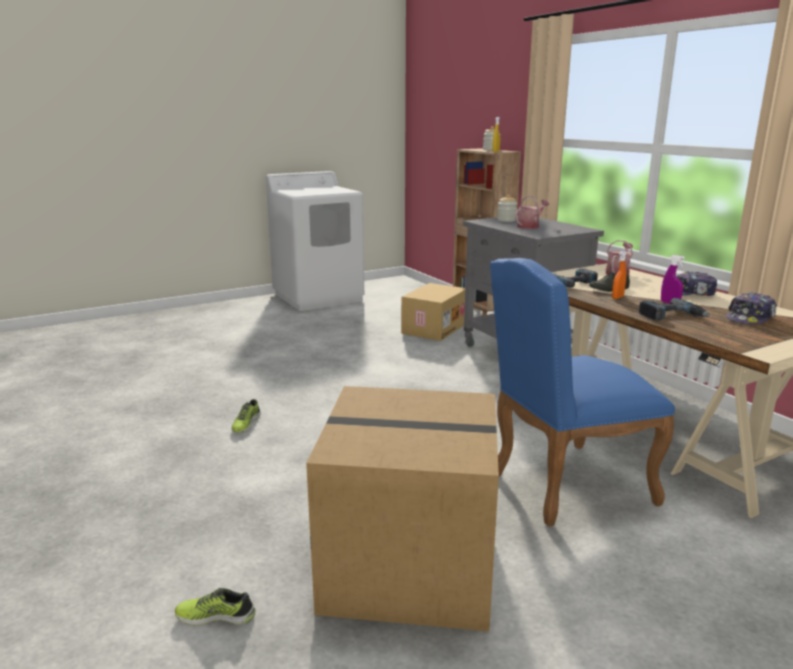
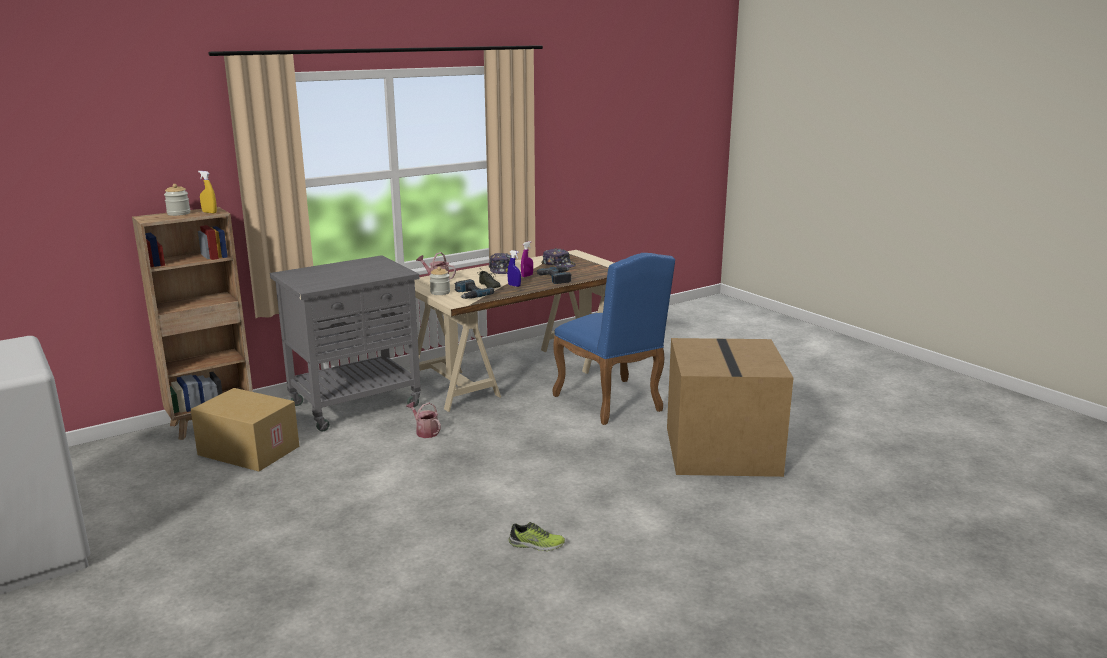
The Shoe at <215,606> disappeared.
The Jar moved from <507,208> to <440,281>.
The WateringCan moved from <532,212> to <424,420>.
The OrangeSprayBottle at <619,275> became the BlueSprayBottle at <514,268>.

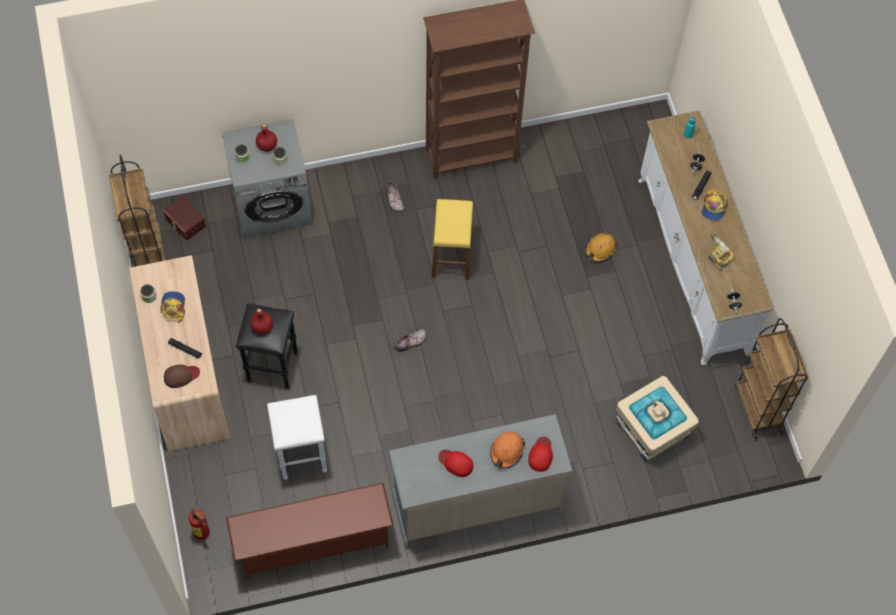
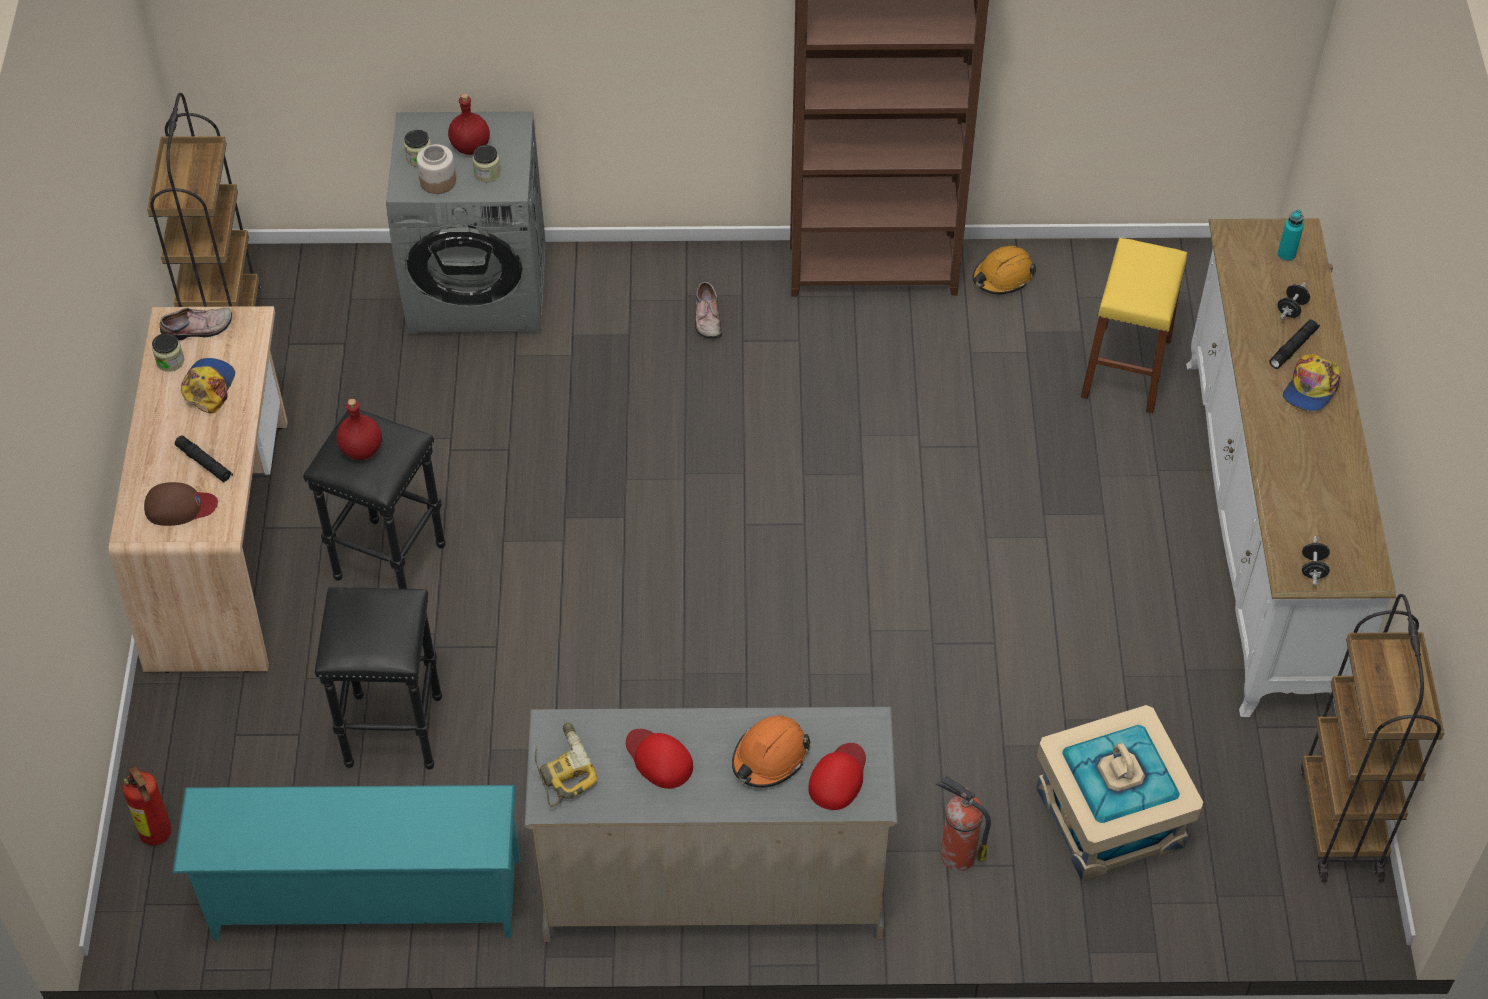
The BrownStorageBox at <184,218> disappeared.
The BrownShoeRack at <310,531> became the TurquoiseShoeRack at <346,862>.
The WhiteStool at <297,437> became the BlackStool at <378,678>.
The Shoe moved from <410,340> to <195,324>.
The YellowStool moved from <452,239> to <1134,325>.
The OrangeHardHat moved from <601,247> to <1004,270>.
The PowerDrill moved from <718,252> to <566,764>.
The Jar at <436,169> appeared.
The FireExtinguisher at <963,823> appeared.

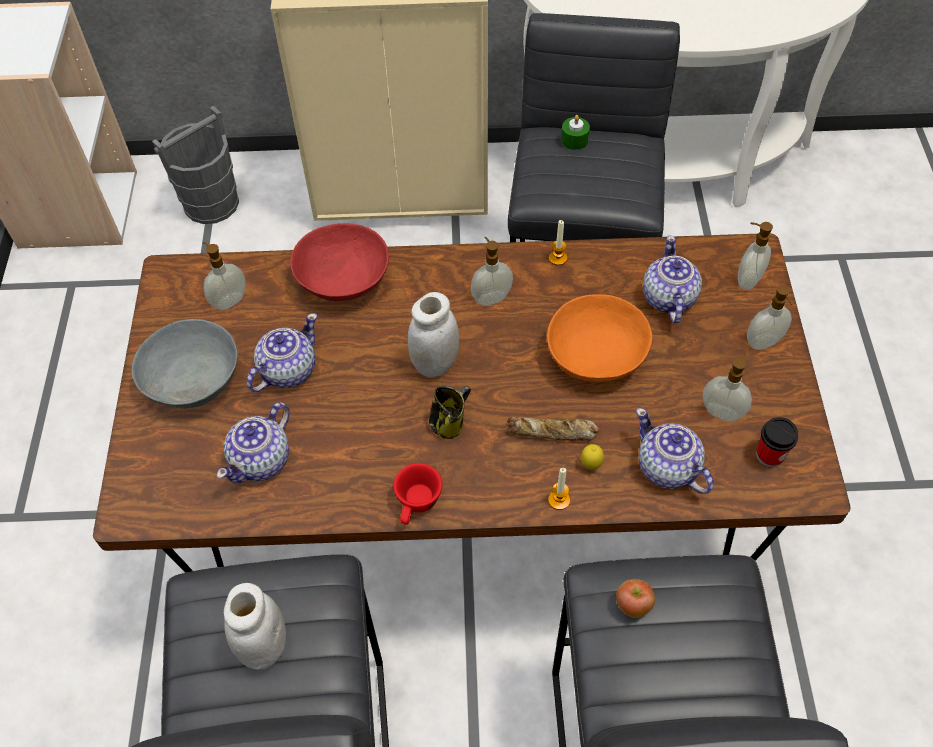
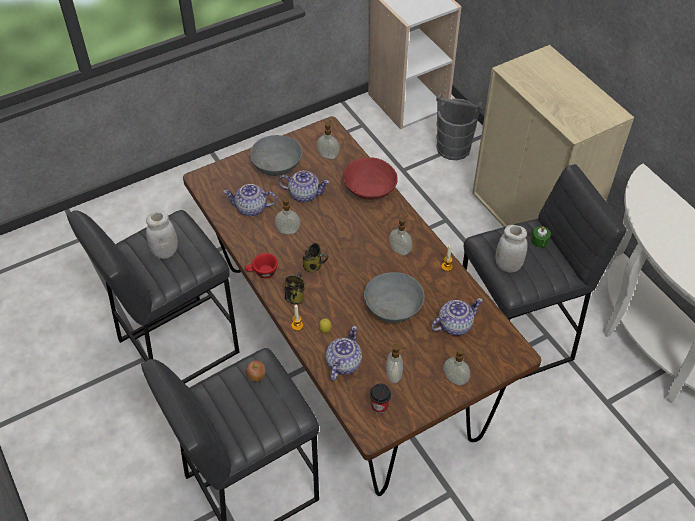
The WhiteJar moved from <433,335> to <512,249>.
The Bread at <553,429> disappeared.
The OrangeBowl at <599,338> became the GreyBowl at <394,297>.
The SoapDispenser moved from <755,256> to <287,214>.
The Mug at <295,288> appeared.

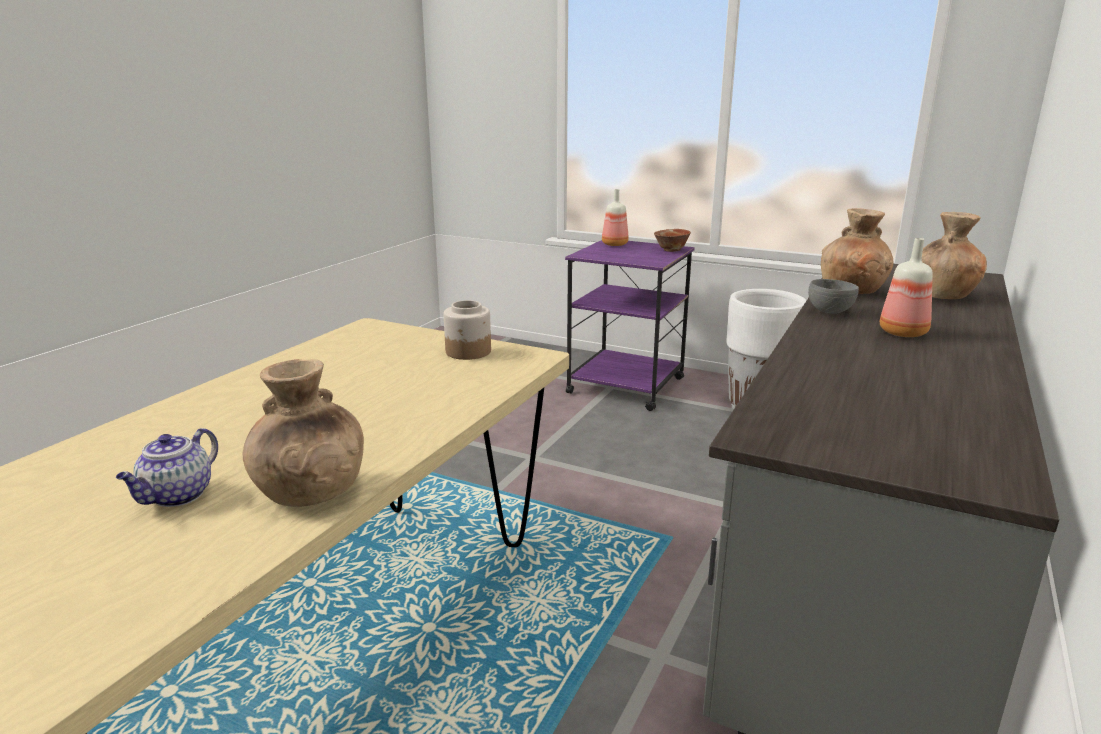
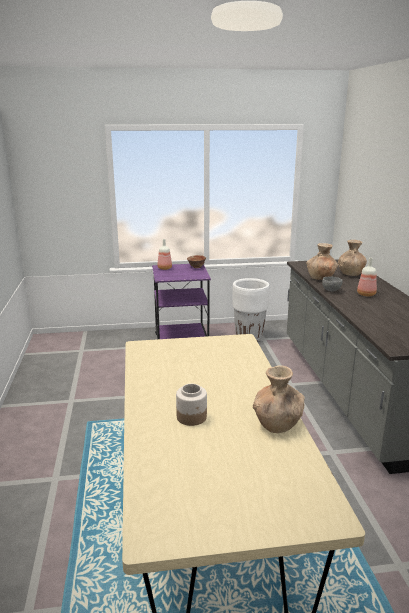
The Teapot at <167,467> disappeared.
The Jar moved from <467,330> to <191,405>.

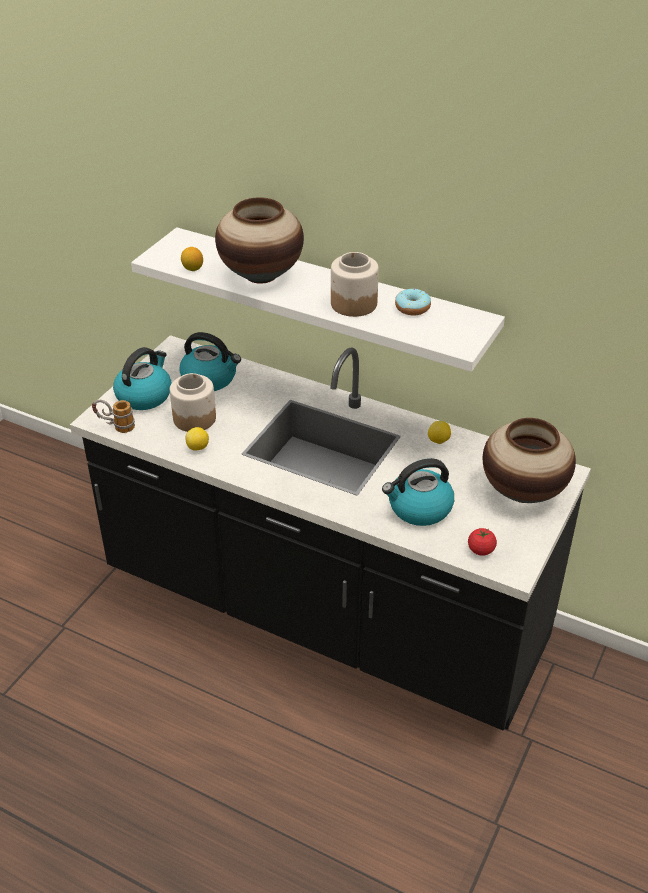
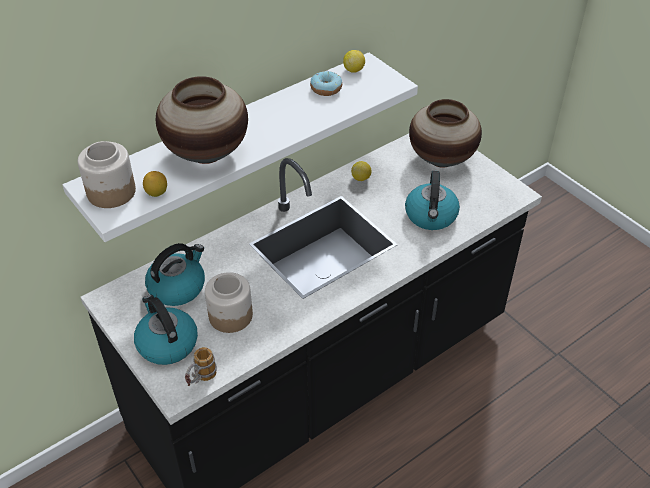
The Lemon moved from <197,439> to <354,61>.
The Jar moved from <355,284> to <107,174>.
The Tomato at <482,542> disappeared.

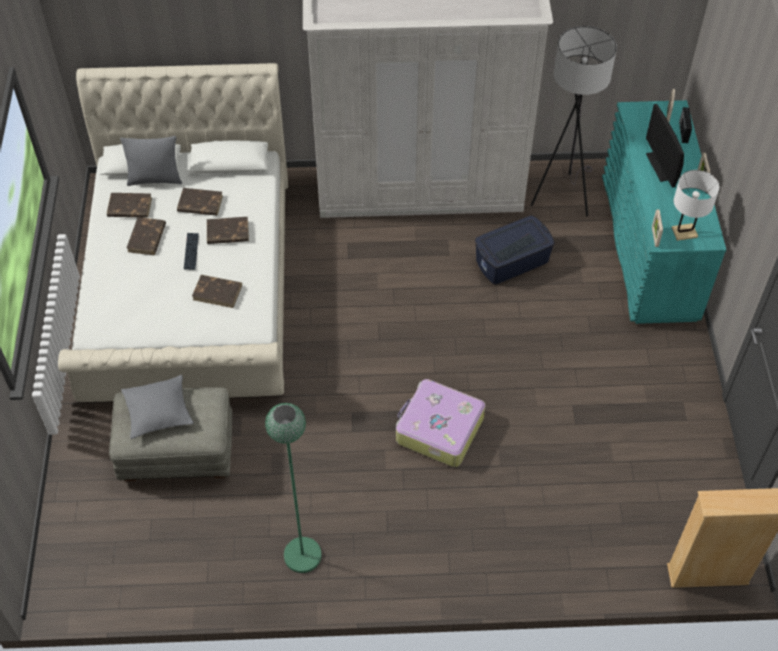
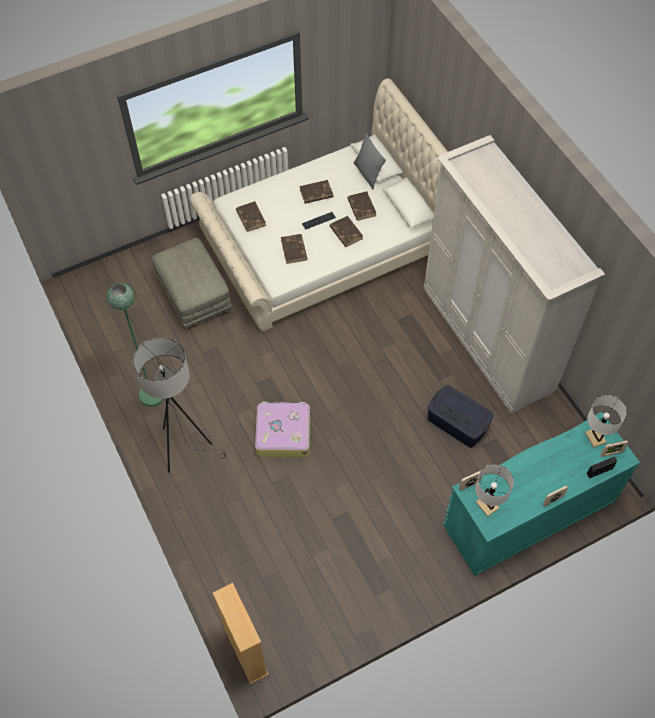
The BrownBook moved from <129,205> to <251,216>.
The GreyPillow at <157,407> disappeared.
The GreyFloorLamp moved from <574,121> to <180,405>.
The Monitor at <665,146> disappeared.
The WhiteTableLamp at <606,421> appeared.

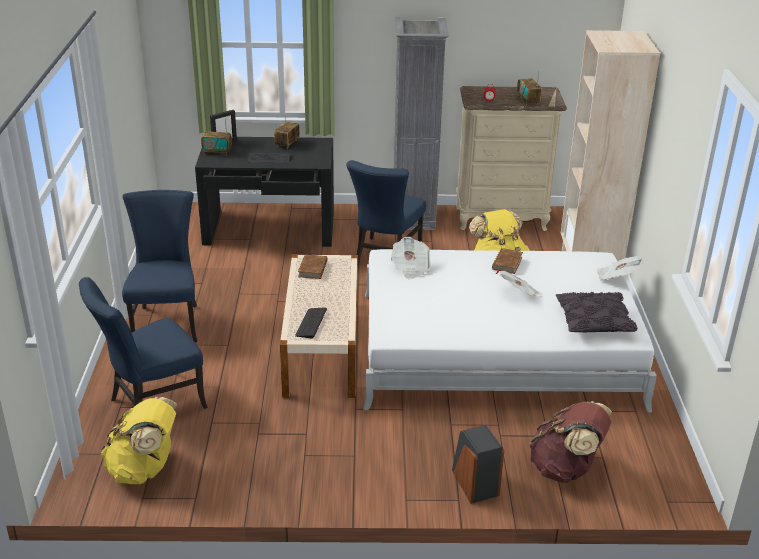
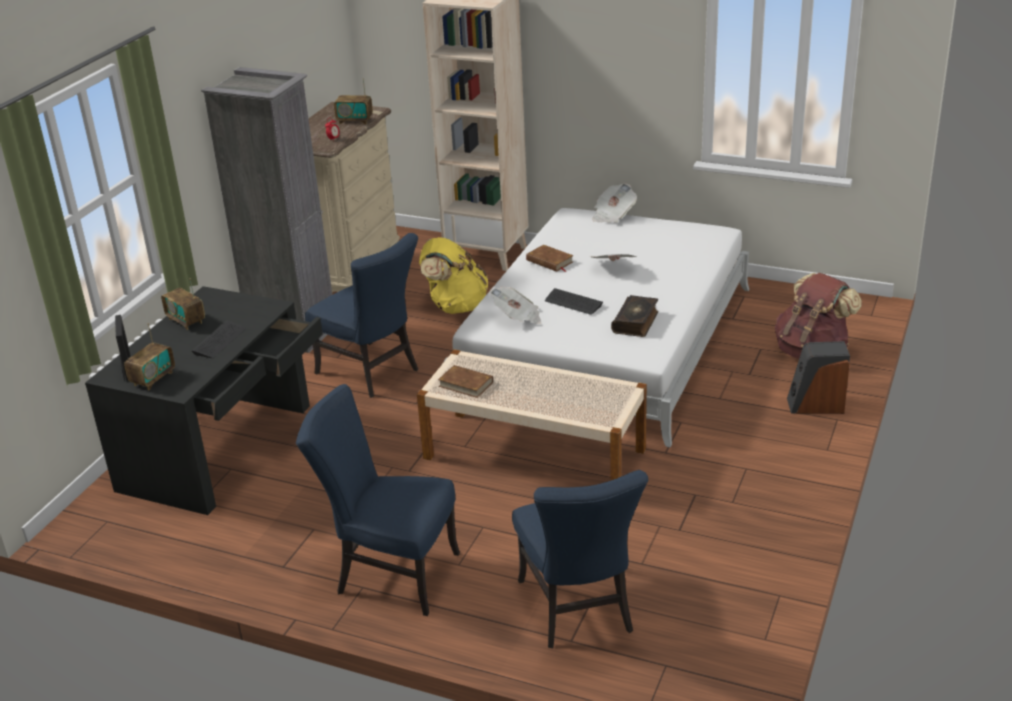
The YellowBackpack at <138,440> disappeared.
The Keyboard moved from <311,323> to <574,301>.
The BlackPillow at <597,312> disappeared.
The Book at <634,316> appeared.

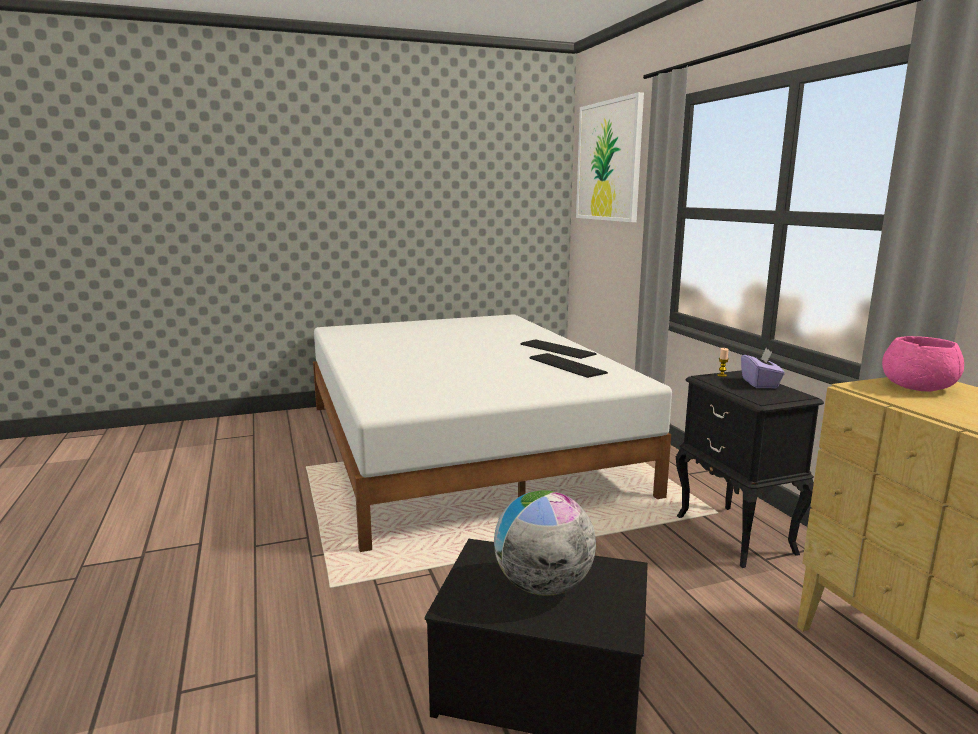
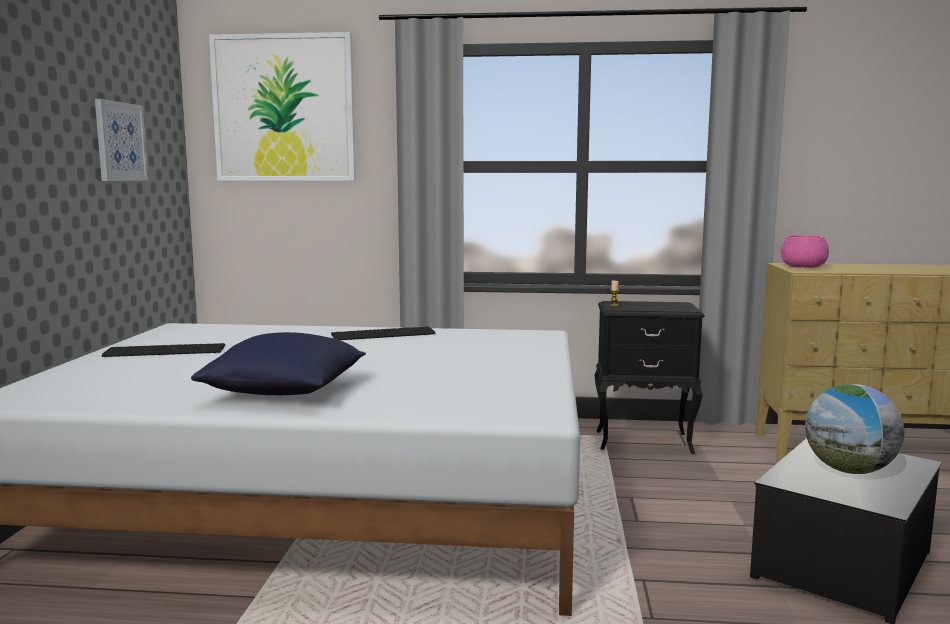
The Keyboard moved from <568,365> to <163,350>.
The PurpleTissueBox at <763,368> disappeared.
The Picture at <121,140> appeared.
The BluePillow at <278,363> appeared.

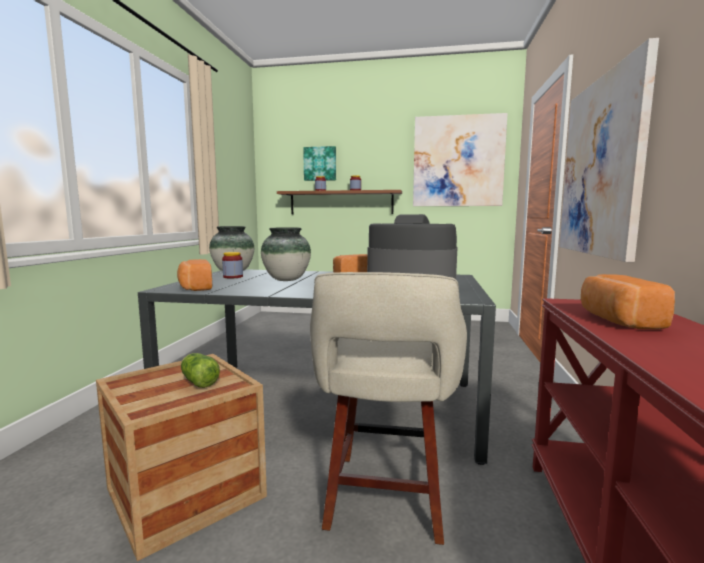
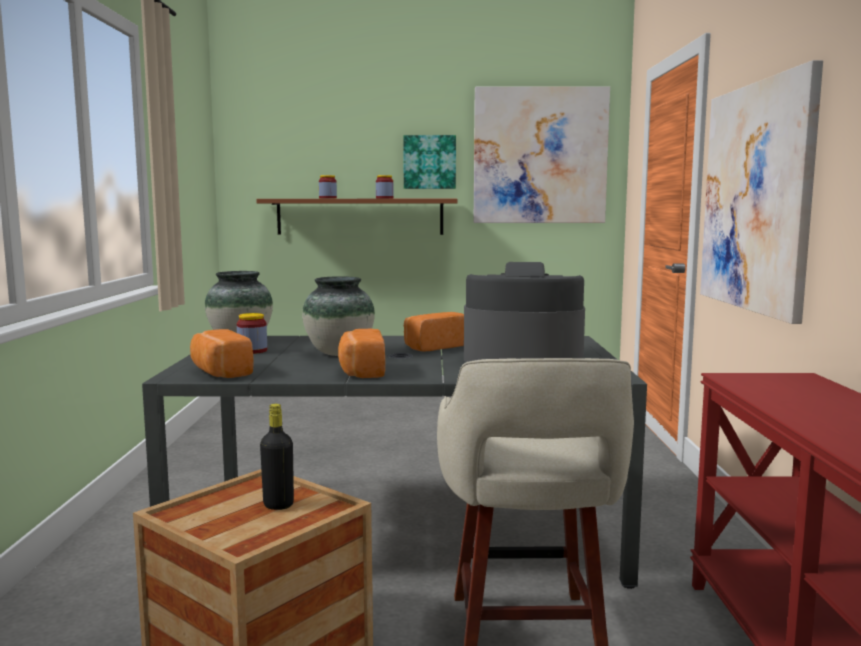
The Lettuce at <200,370> was replaced by the BlackBottle at <277,457>.
The Picture moved from <319,163> to <429,162>.
The Bread moved from <628,301> to <361,353>.

